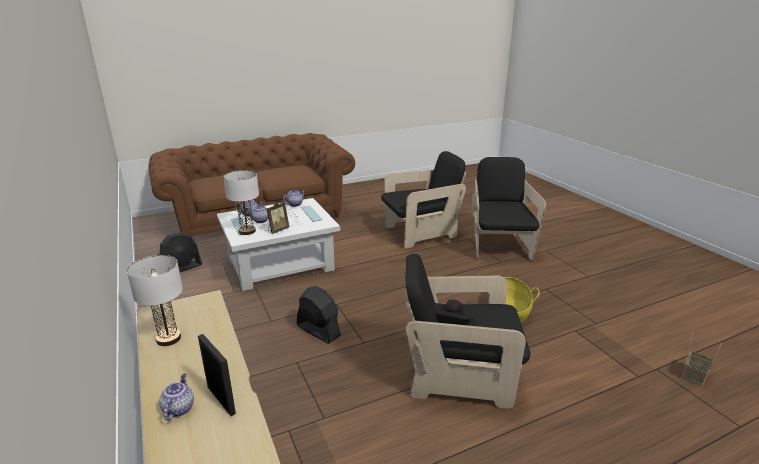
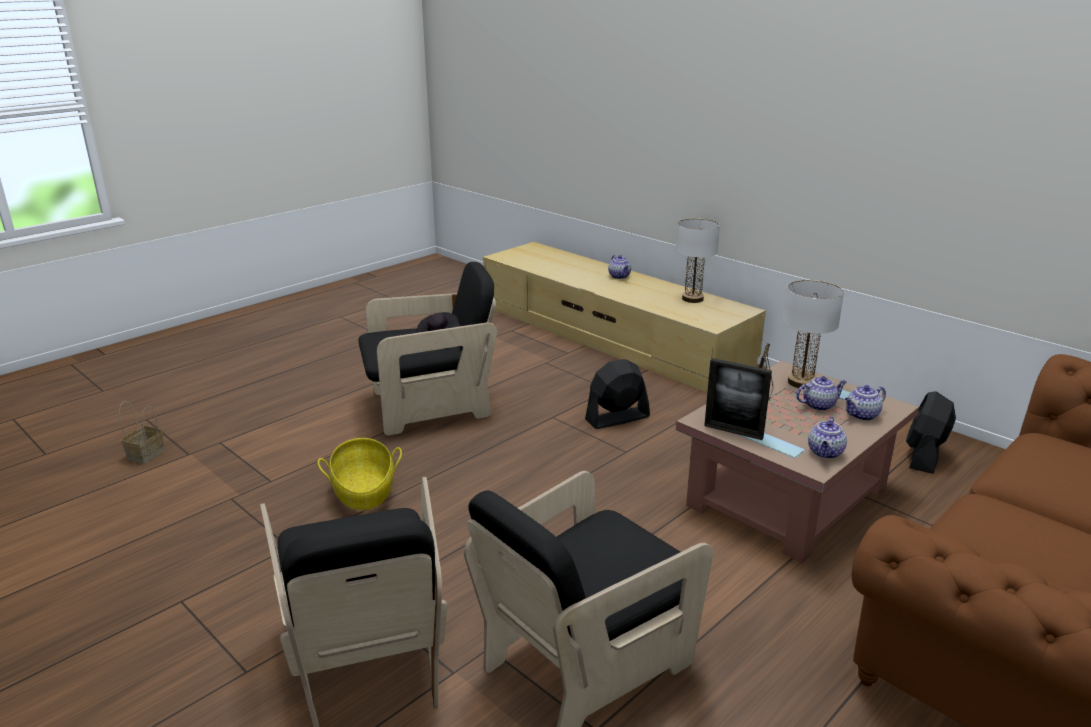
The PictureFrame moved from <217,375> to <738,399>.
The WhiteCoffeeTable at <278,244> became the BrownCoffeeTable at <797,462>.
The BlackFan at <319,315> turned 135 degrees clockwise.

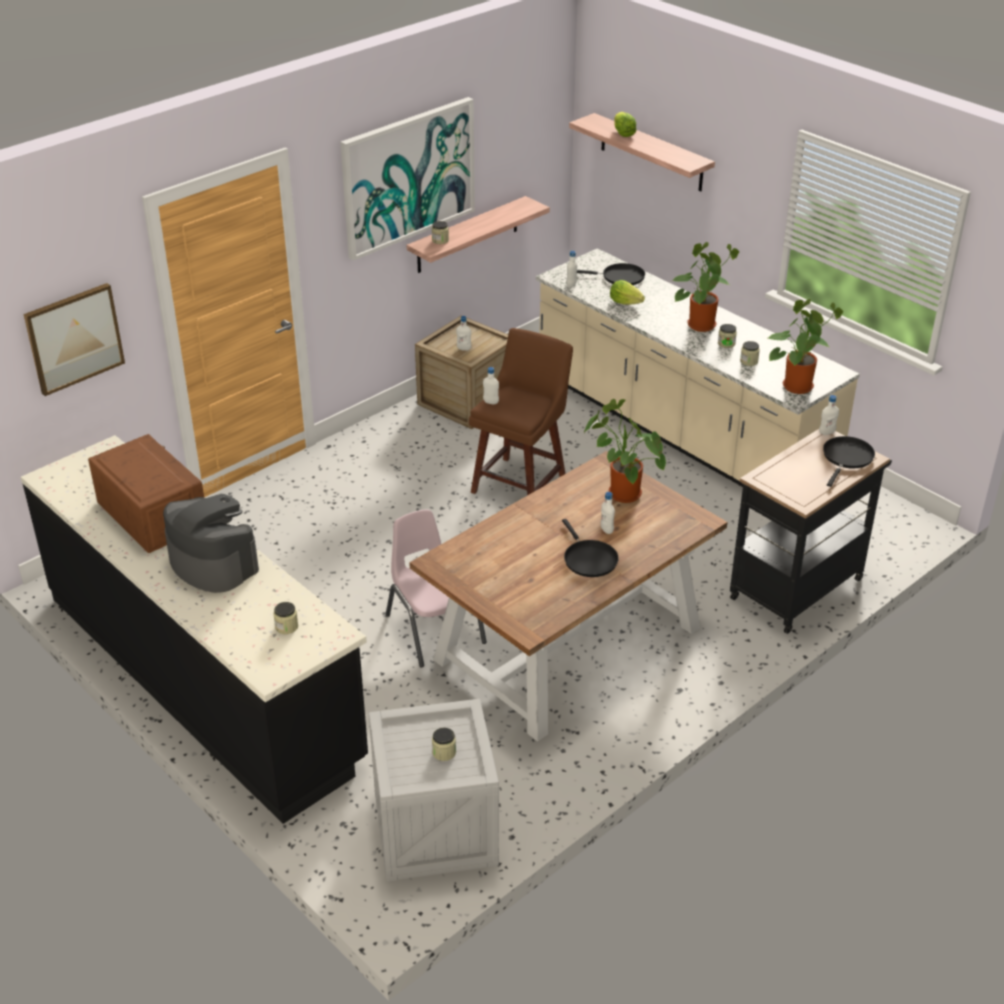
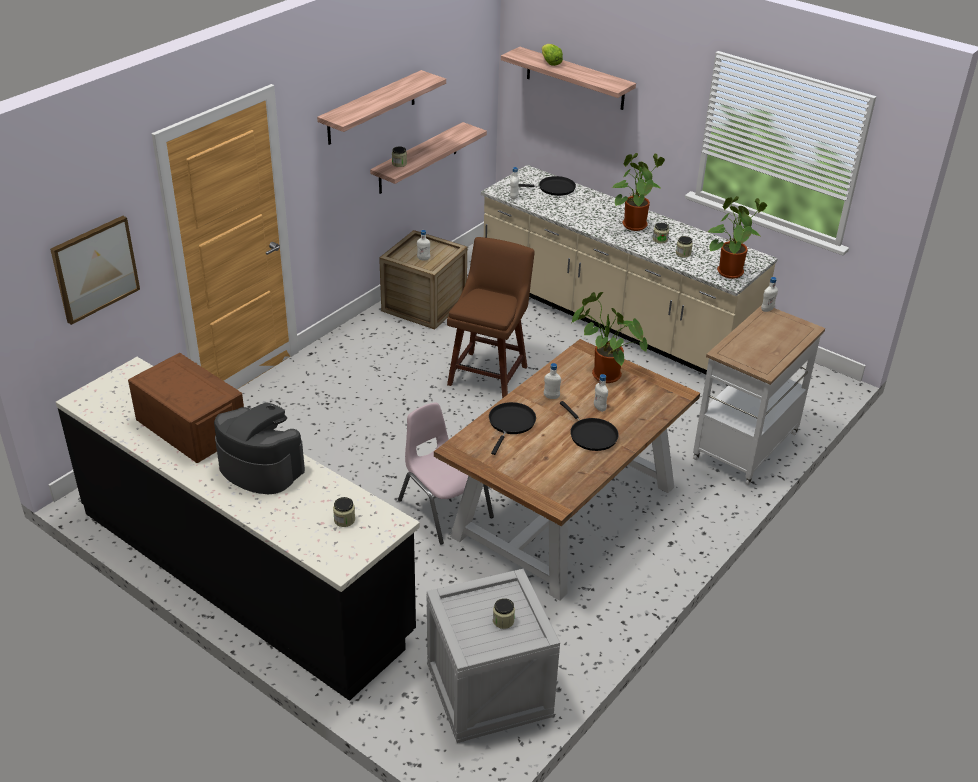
The Picture at <407,179> was replaced by the Shelf at <381,107>.
The WhiteBottle moved from <491,385> to <552,381>.
The Lettuce at <627,292> disappeared.
The BlackCart at <811,531> became the WhiteCart at <759,395>.
The BlackFryingPan moved from <849,461> to <512,428>.

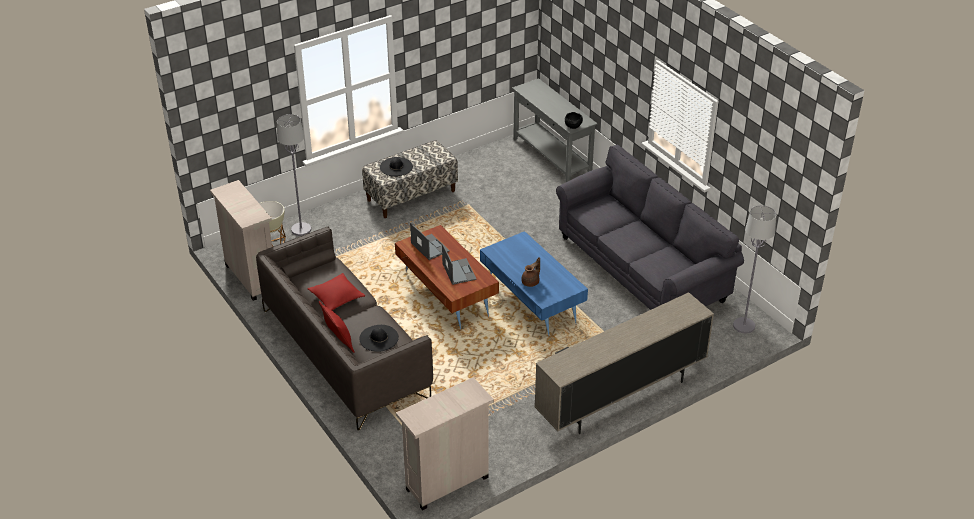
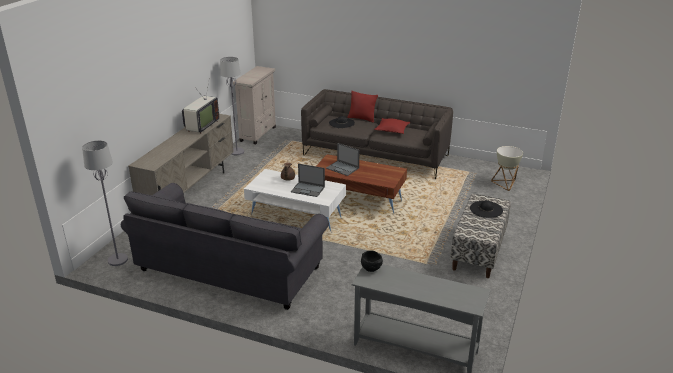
The BeigeCabinet at <241,240> disappeared.
The GreyFloorLamp moved from <294,175> to <232,106>.
The Laptop moved from <430,241> to <308,180>.
The BlueCoffeeTable at <534,283> became the WhiteCoffeeTable at <295,200>.
The Television at <200,108> appeared.

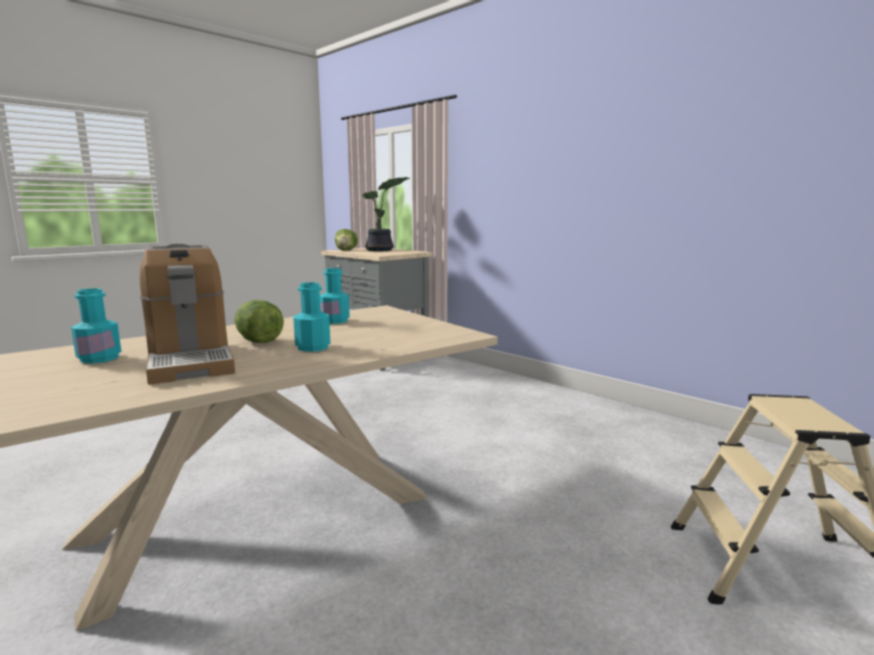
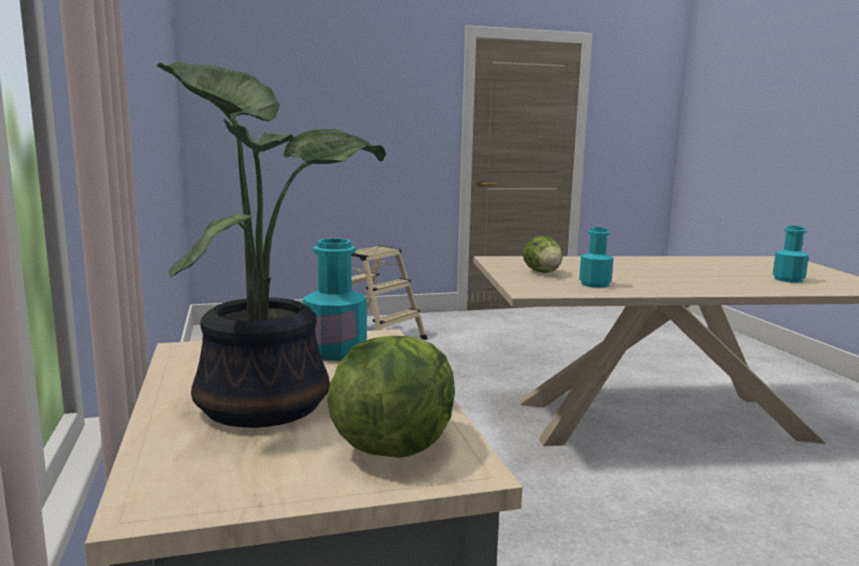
The CoffeeMachine at <187,314> disappeared.
The Lettuce moved from <259,321> to <543,254>.
The TurquoiseBottle moved from <312,317> to <335,299>.

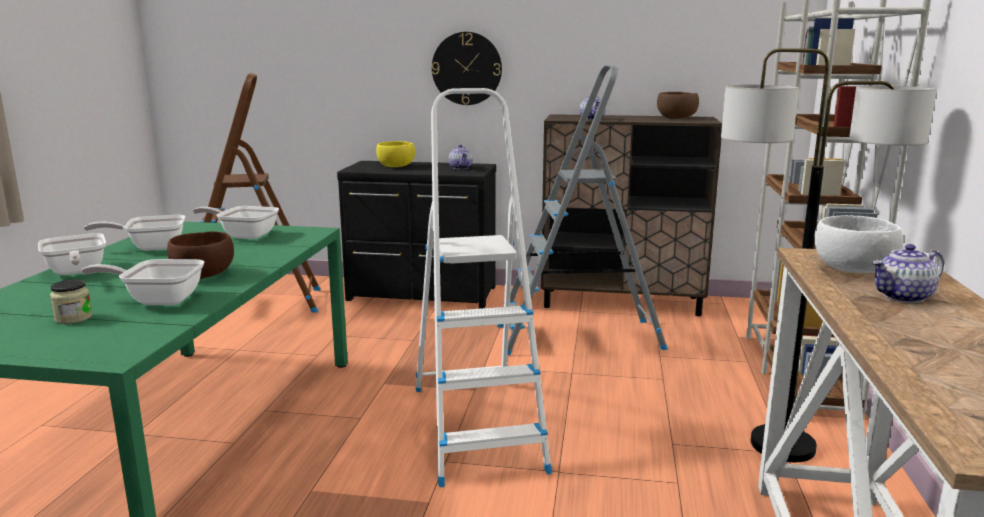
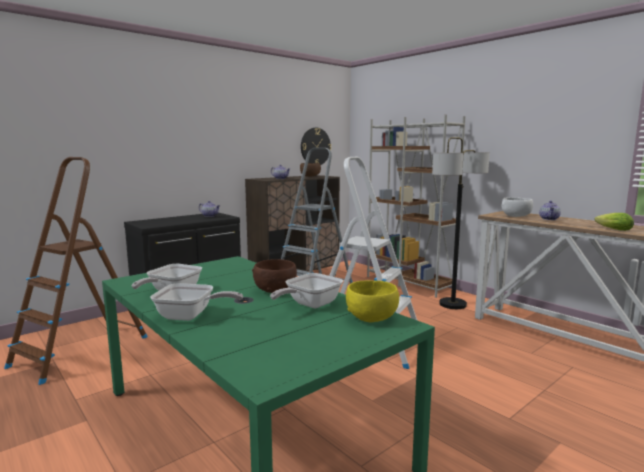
The Jar at <71,301> disappeared.
The FryingPan at <236,222> disappeared.
The YellowBowl moved from <395,154> to <372,301>.
The WallClock moved from <467,68> to <316,146>.
The Lettuce at <614,222> appeared.

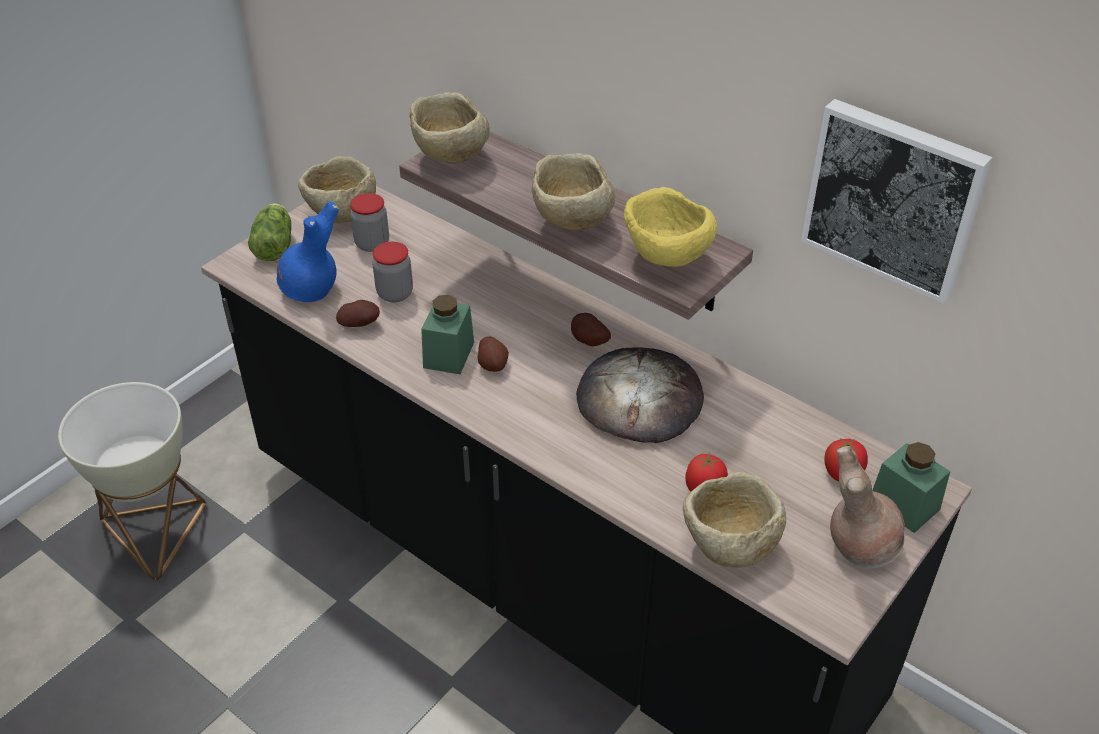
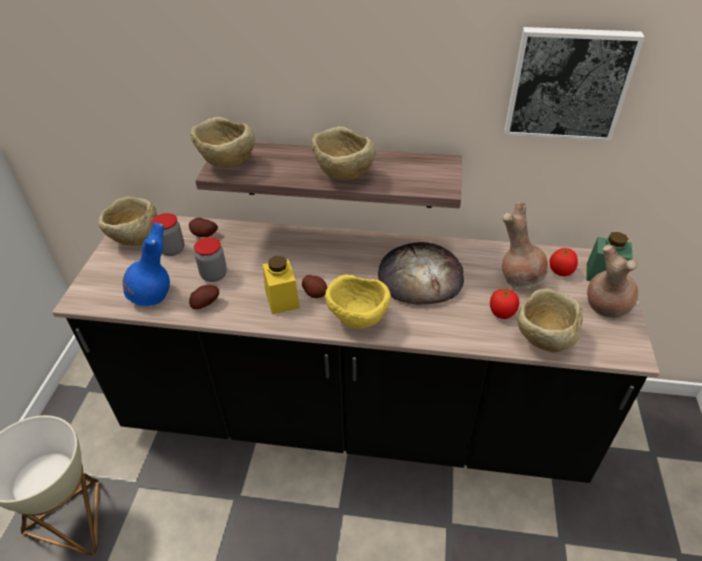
The Lettuce at <269,232> disappeared.
The GreenJar at <447,334> became the YellowJar at <281,285>.
The Potato moved from <591,329> to <203,227>.
The YellowBowl moved from <670,227> to <358,302>.
The BrownVase at <525,245> appeared.

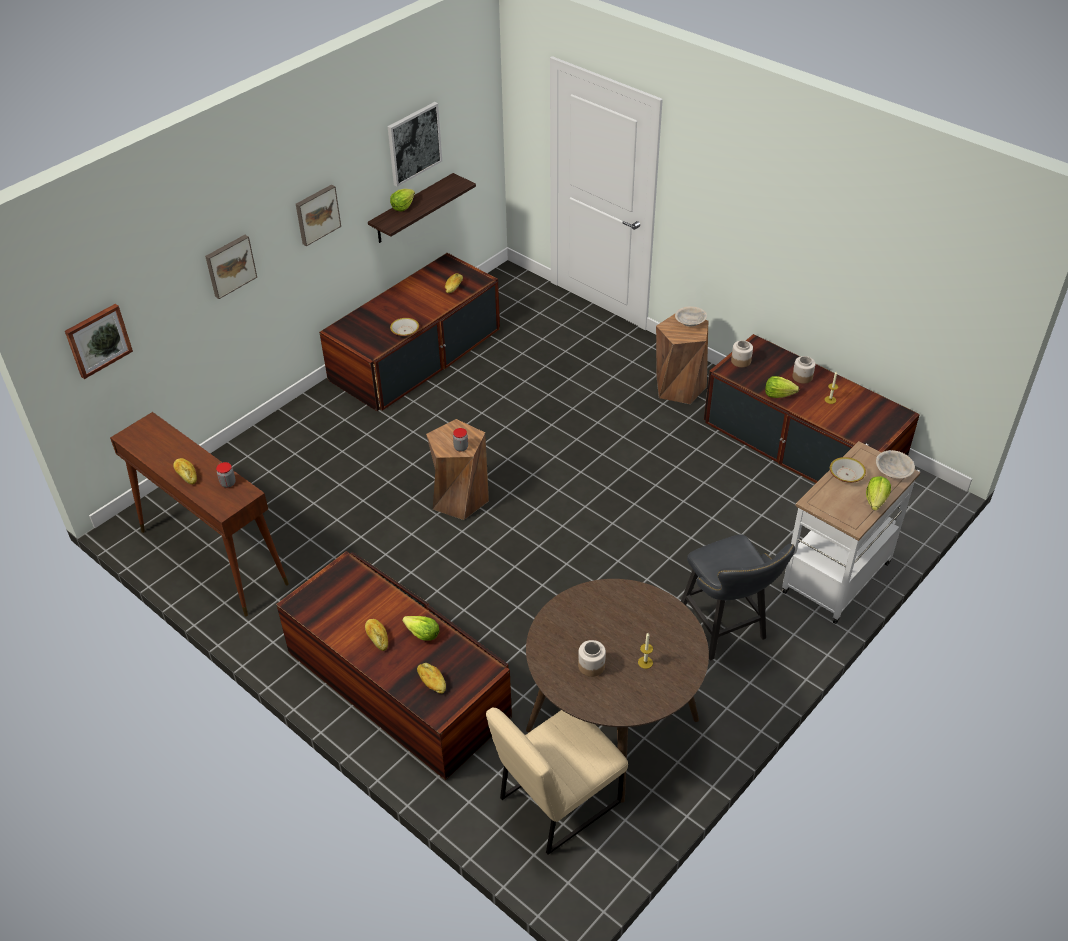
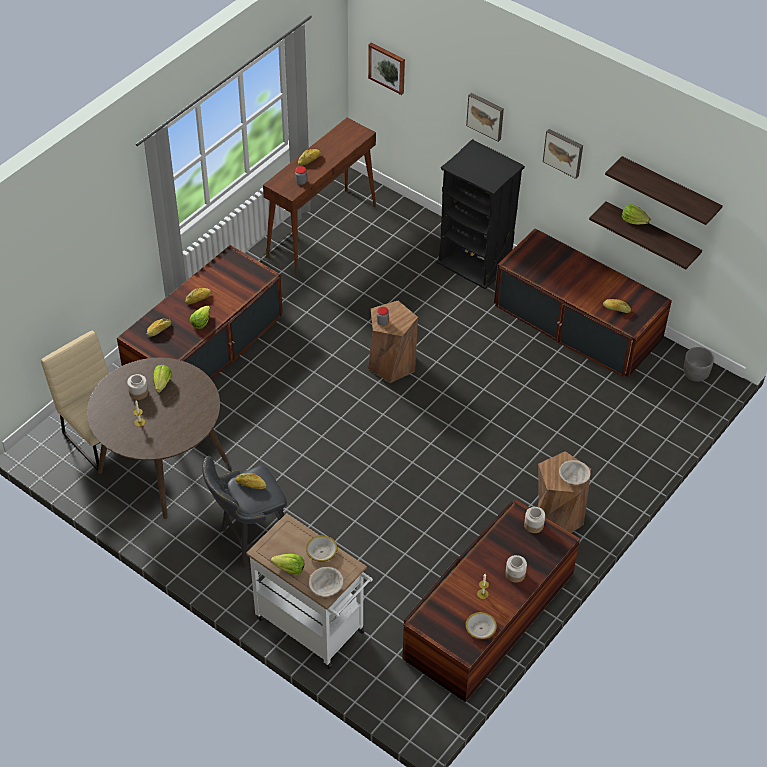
The Picture at <415,144> was replaced by the Shelf at <664,190>.
The Bowl moved from <404,327> to <481,625>.
The Lettuce moved from <782,387> to <162,379>.
The Bread at <251,481> appeared.
The BlackBookcase at <480,214> appeared.
The GreyPlanter at <699,364> appeared.

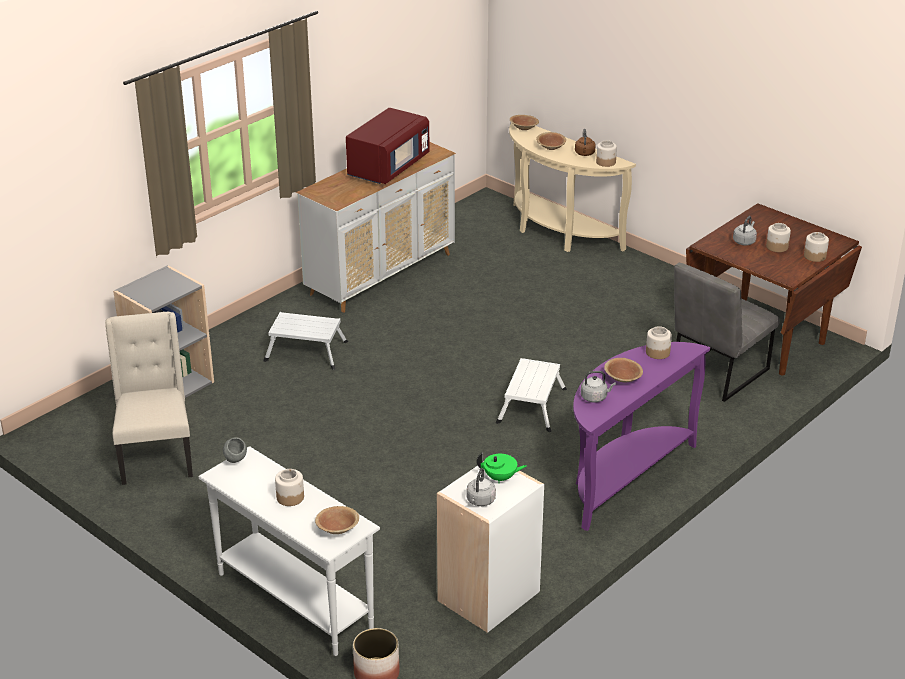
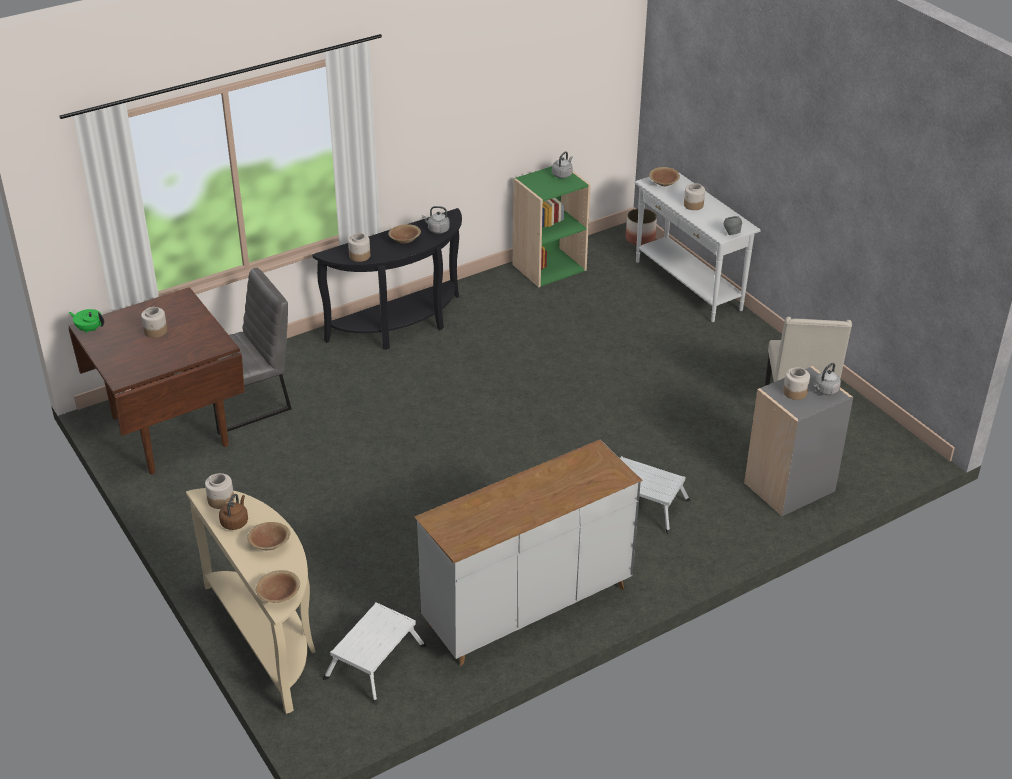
The RedMicrowave at <388,146> disappeared.
The WhiteBookcase at <490,549> became the GreenBookcase at <552,226>.
The GreenTeapot moved from <502,467> to <86,321>.
The WhiteStepLadder moved from <531,395> to <375,653>.
The PurpleConsoleTable at <641,436> became the BlackConsoleTable at <387,279>.
The GreyKettle moved from <745,230> to <827,379>.
The Jar moved from <816,247> to <796,383>.

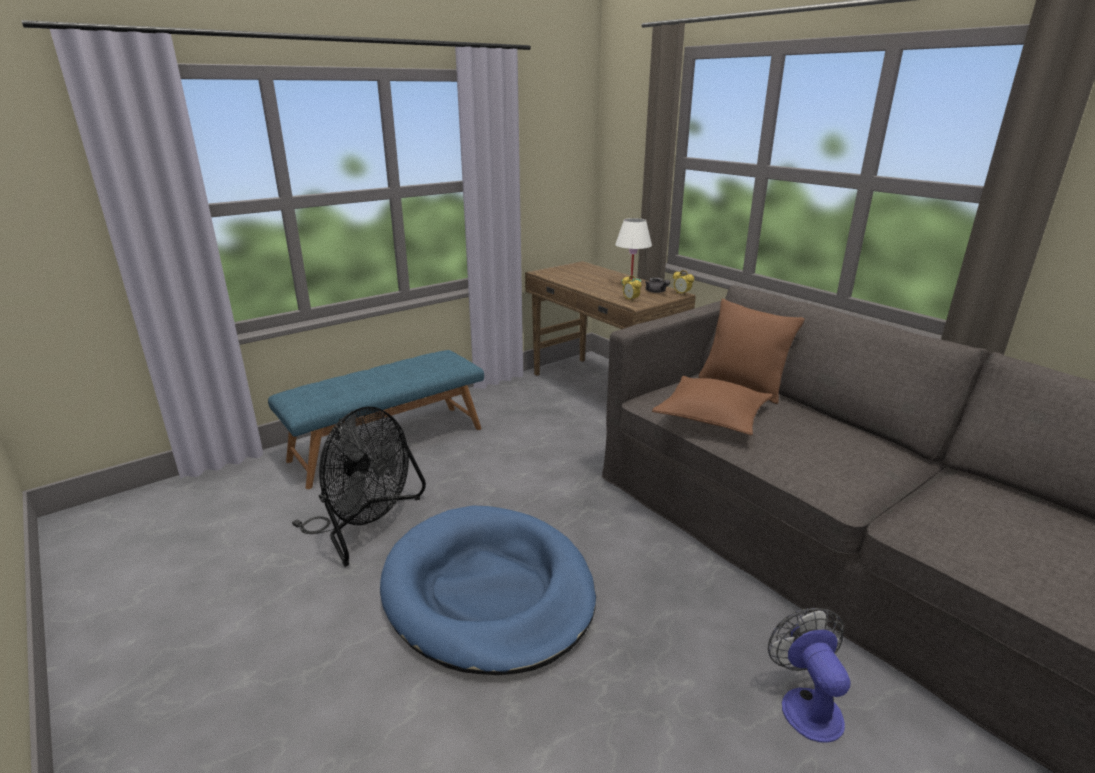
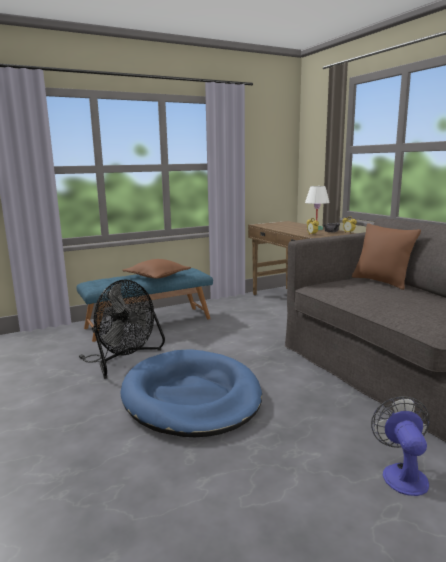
The BrownPillow moved from <712,405> to <156,268>.

